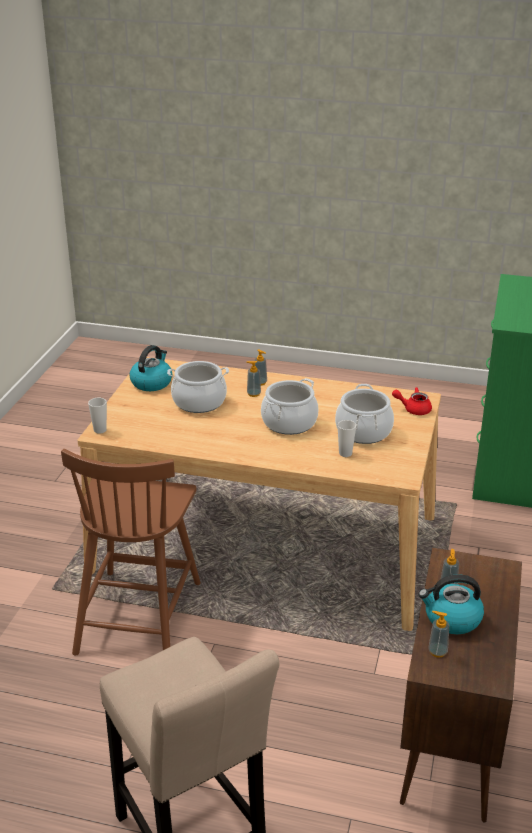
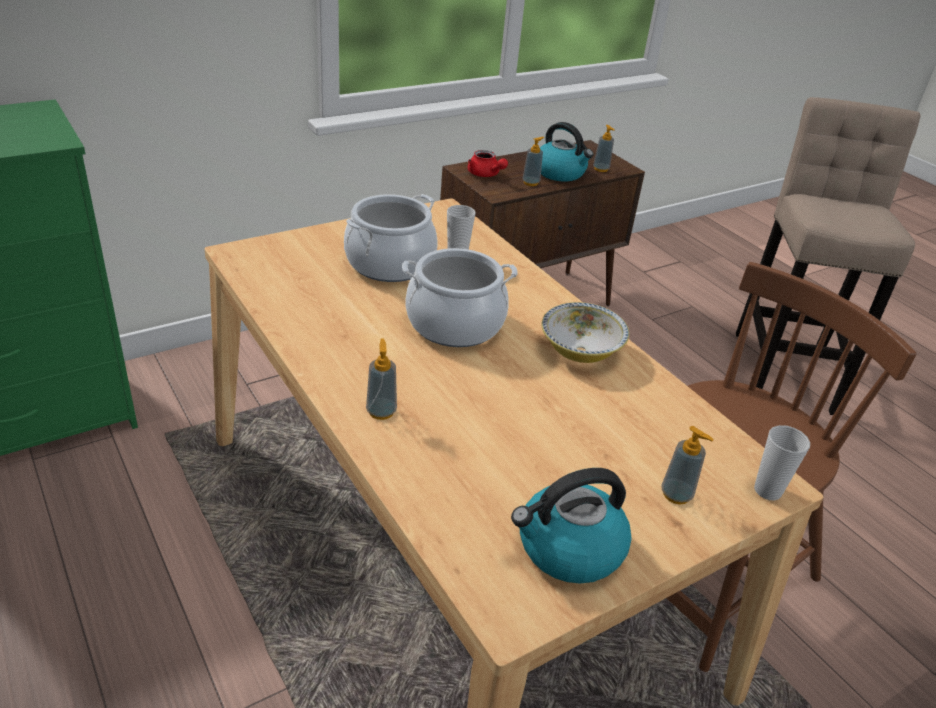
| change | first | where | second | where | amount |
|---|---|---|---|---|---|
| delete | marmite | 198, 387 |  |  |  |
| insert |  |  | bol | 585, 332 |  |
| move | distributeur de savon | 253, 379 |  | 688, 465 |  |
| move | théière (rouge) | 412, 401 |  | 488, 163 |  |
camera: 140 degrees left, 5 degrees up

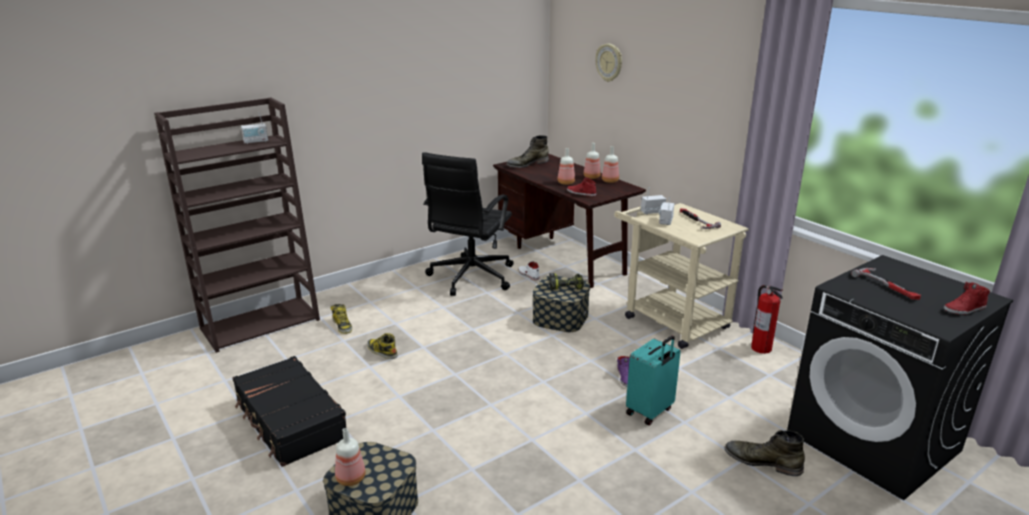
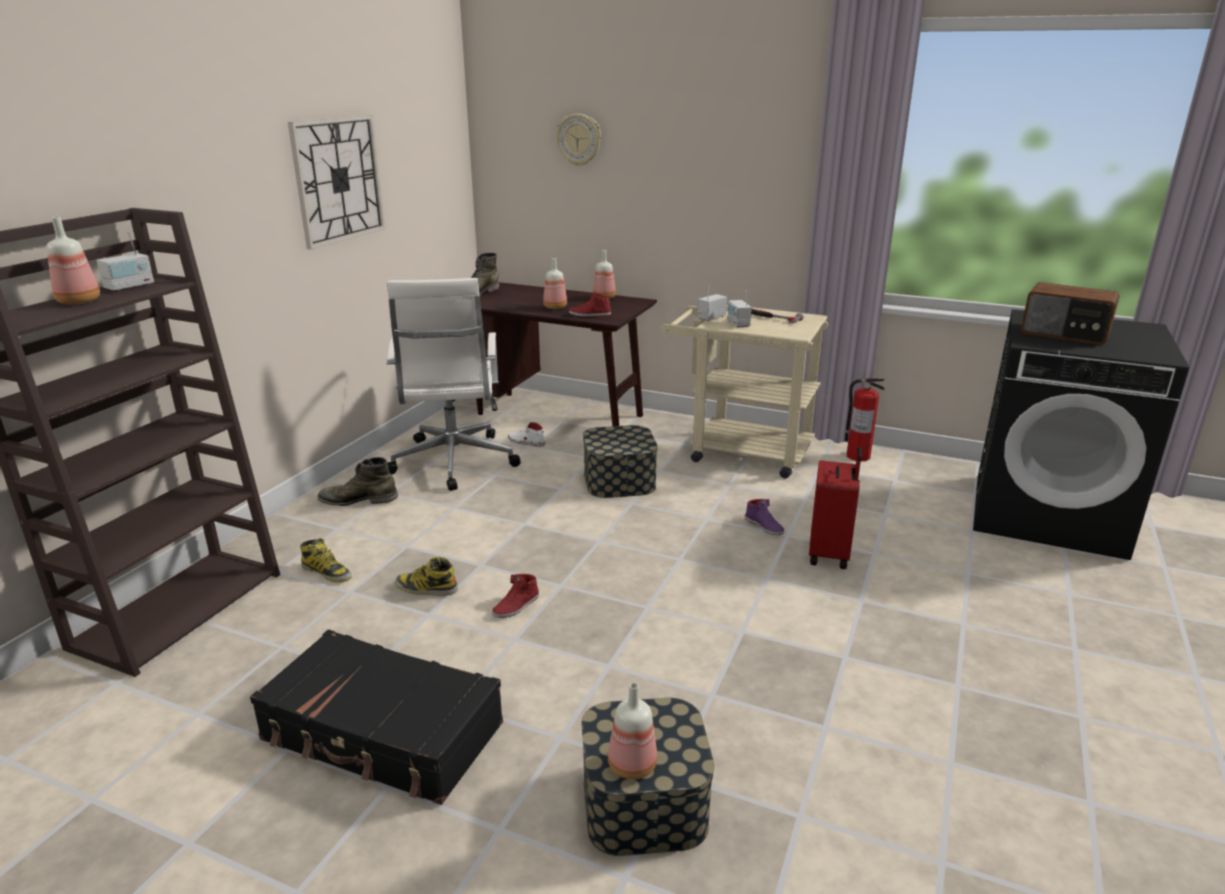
| change | first | where | second | where | amount |
|---|---|---|---|---|---|
| delete | perceuse | 566, 281 |  |  |  |
| insert |  |  | horloge murale | 336, 182 |  |
| move | bouteille | 592, 161 |  | 73, 261 |  |
| move | botte (vert) | 765, 453 |  | 357, 481 |  |
| move | chaussure (rouge) | 967, 298 |  | 515, 596 |  |
| replace | marteau | 886, 284 | radio | 1070, 313 |  |
| recolor | chaise de bureau (noir) | 467, 224 | chaise de bureau (blanc) | 454, 384 |  |
| recolor | valise (turquoise) | 653, 381 | valise (rouge) | 835, 508 |  |
camera: 30 degrees left, 0 degrees up

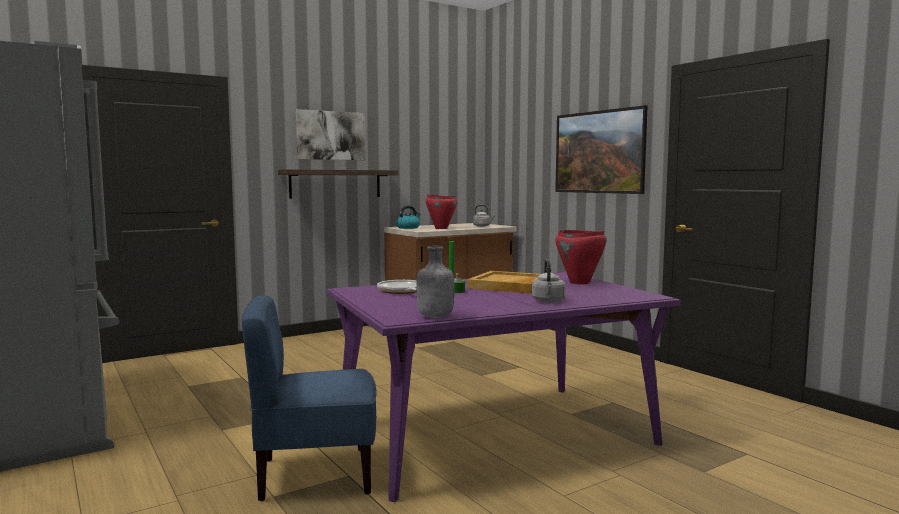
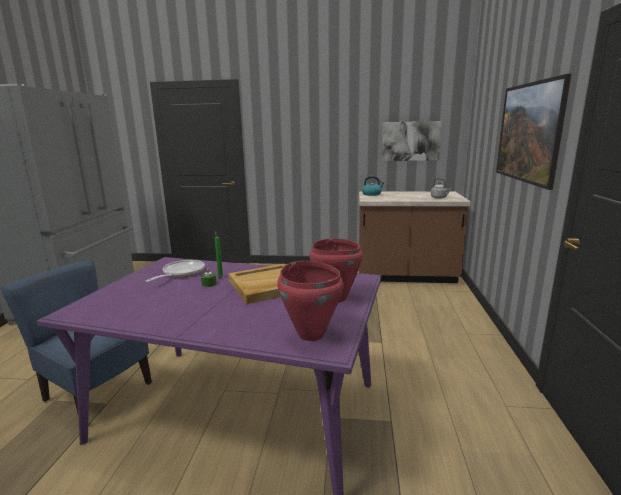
| change | first | where | second | where | amount |
|---|---|---|---|---|---|
| delete | étagère | 338, 184 |  |  |  |
| delete | bouteille (gris) | 435, 282 |  |  |  |
| delete | bouilloire (gris) | 549, 280 |  |  |  |
| move | tableau | 330, 134 |  | 412, 141 |  |
| move | marmite (rouge) | 441, 211 |  | 310, 301 |  |
camera: 40 degrees right, 10 degrees up

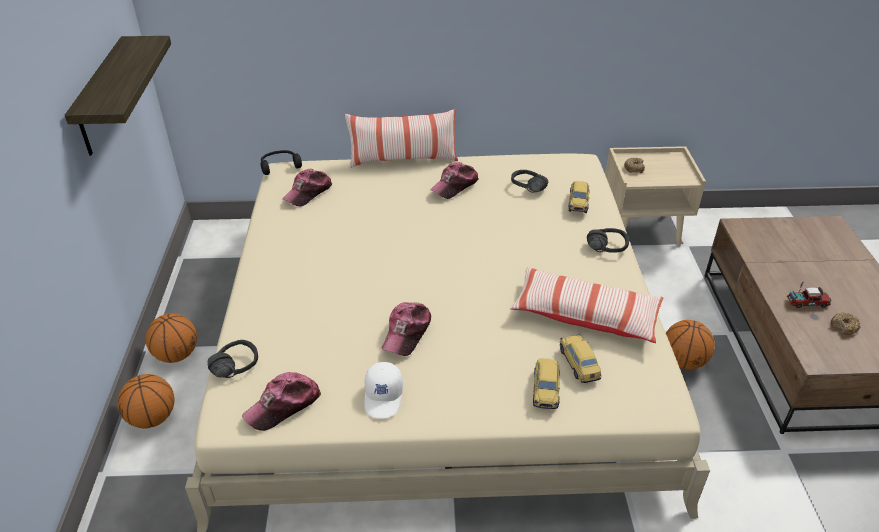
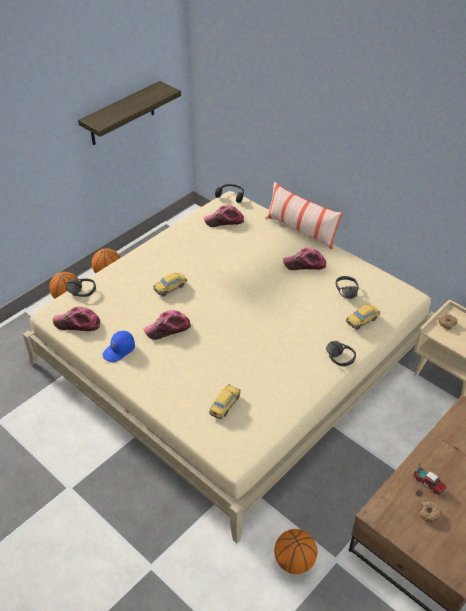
| change | first | where | second | where | amount |
|---|---|---|---|---|---|
| delete | coussin | 586, 305 |  |  |  |
| move | petite voiture | 546, 383 |  | 170, 284 |  |
| move | ballon de basket | 690, 345 |  | 295, 551 |  |
| recolor | casquette (blanc) | 383, 390 | casquette (bleu) | 118, 346 |  |
camera: 45 degrees right, 5 degrees up

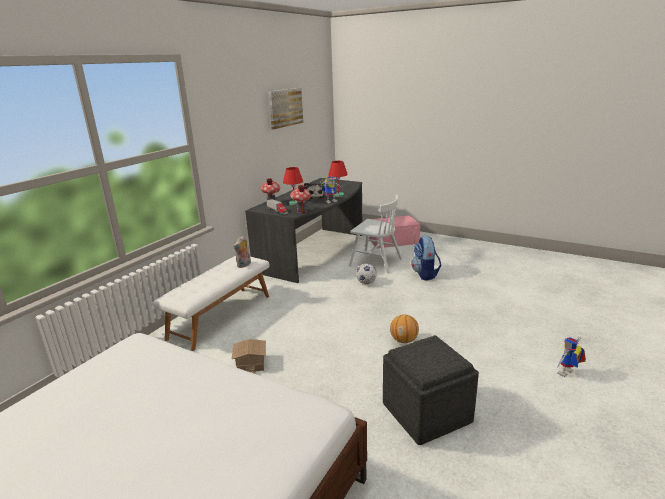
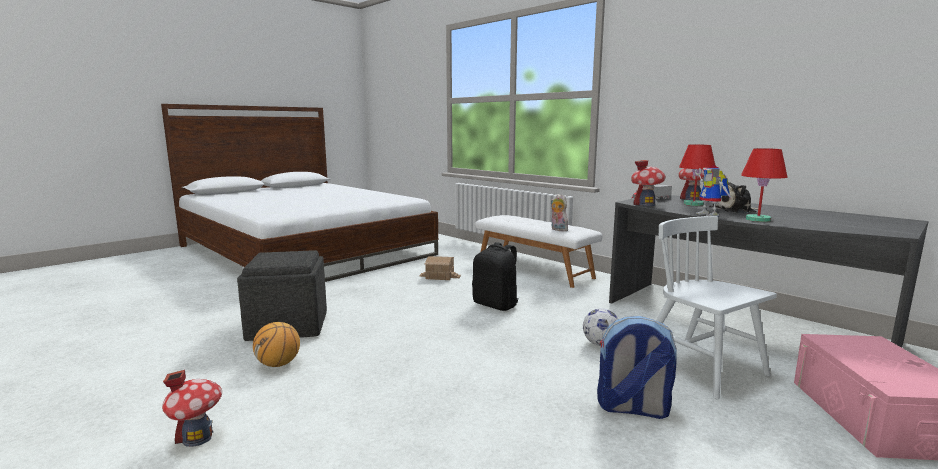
| change | first | where | second | where | amount |
|---|---|---|---|---|---|
| delete | tableau | 285, 108 |  |  |  |
| insert |  |  | sac à dos (noir) | 495, 276 |  |
| move | ballon de basket | 404, 328 |  | 276, 344 |  |
| replace | robot jouet | 571, 357 | maison miniature | 192, 408 |  |
| rotate | chaise (blanc) | 375, 234 |  | 716, 307 | 105 degrees clockwise |
camera: 105 degrees right, 10 degrees down

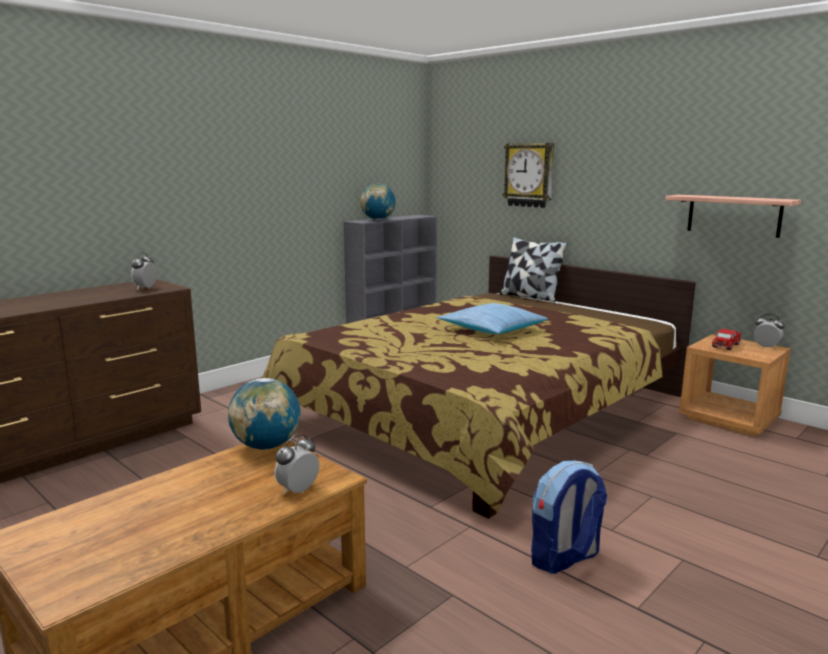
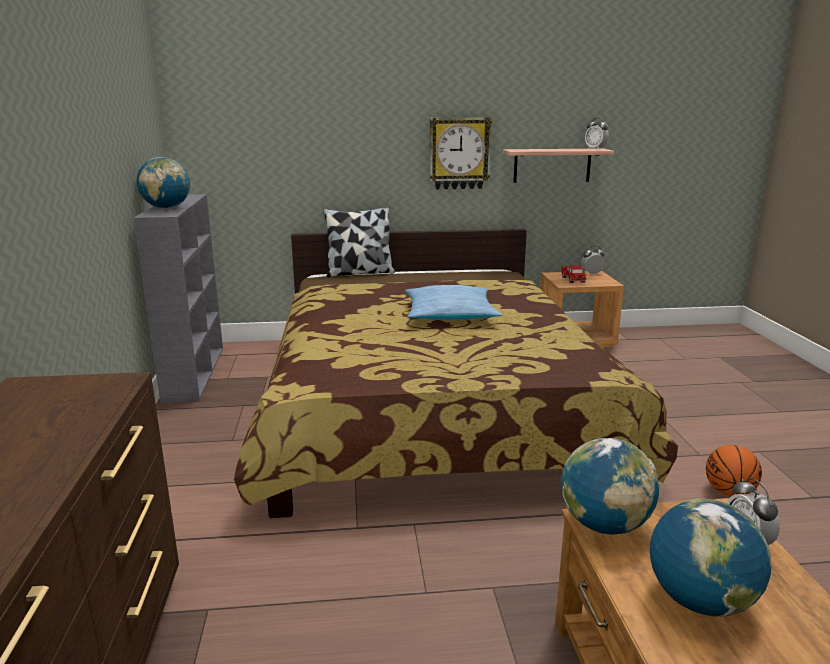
| change | first | where | second | where | amount |
|---|---|---|---|---|---|
| insert |  |  | globe | 711, 557 |  |
| move | réveil | 144, 271 |  | 597, 134 |  |
| move | horloge murale | 528, 175 |  | 460, 153 |  |
| replace | sac à dos | 569, 517 | ballon de basket | 734, 470 |  |
camera: 50 degrees left, 5 degrees up

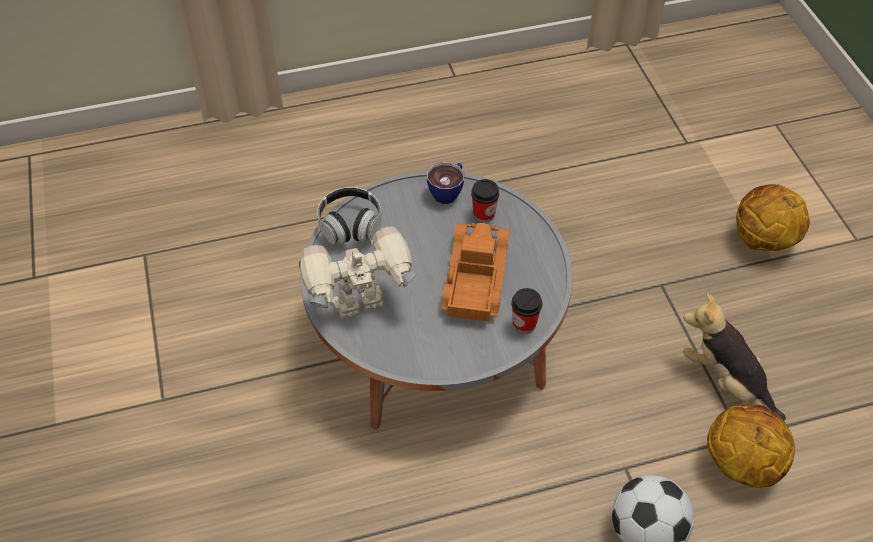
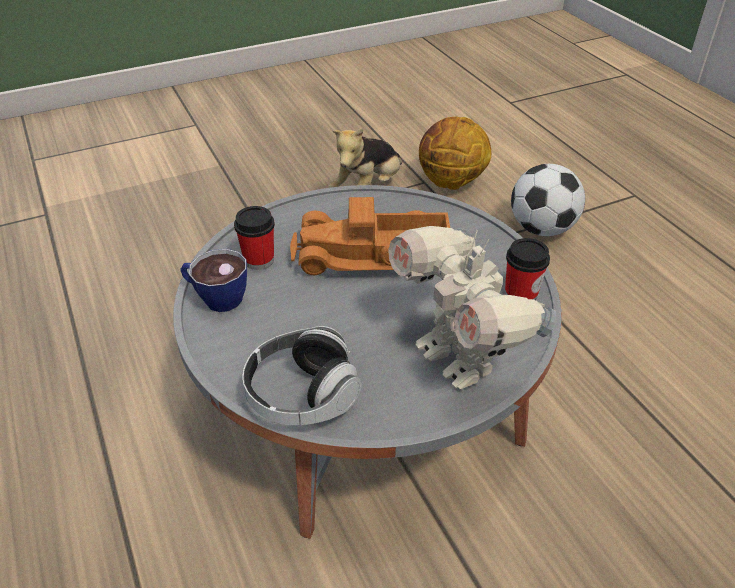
| change | first | where | second | where | amount |
|---|---|---|---|---|---|
| delete | ballon de basket | 773, 217 |  |  |  |
| move | tasse | 526, 311 |  | 527, 269 |  |
camera: 100 degrees left, 10 degrees down

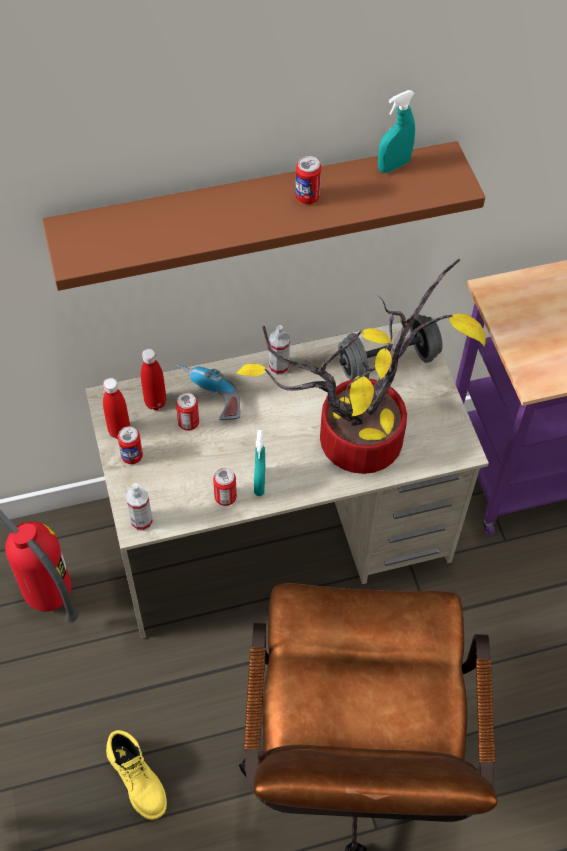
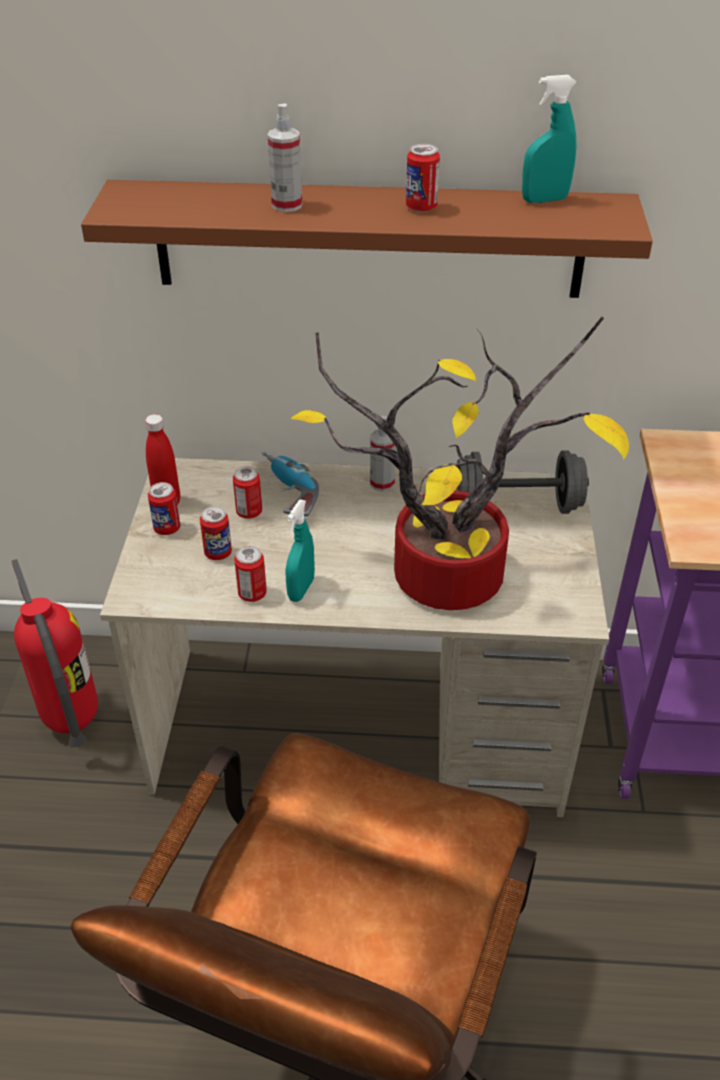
| change | first | where | second | where | amount |
|---|---|---|---|---|---|
| delete | botte (jaune) | 136, 775 |  |  |  |
| delete | bouteille (rouge) | 153, 379 |  |  |  |
| insert |  |  | boîte métallique | 216, 533 |  |
| move | vaporisateur | 139, 507 |  | 285, 157 |  |
camera: 20 degrees right, 15 degrees down

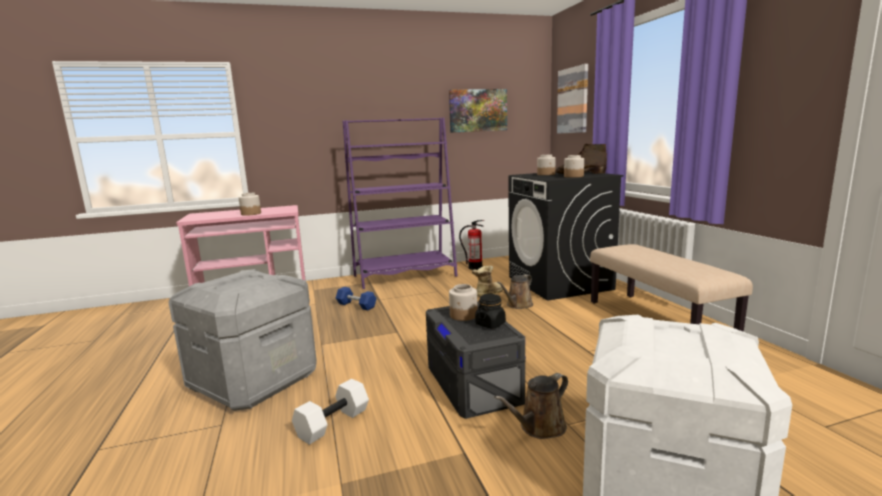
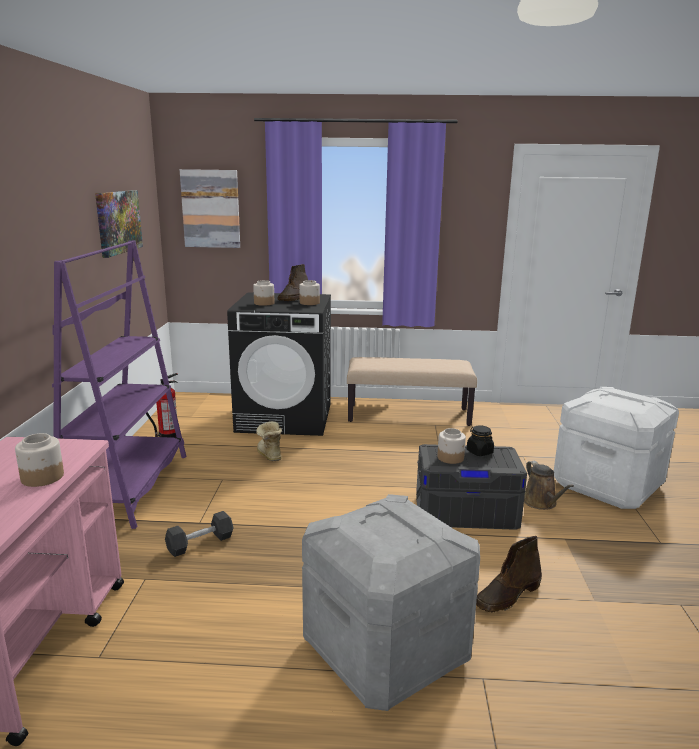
| change | first | where | second | where | amount |
|---|---|---|---|---|---|
| delete | arrosoir (marron) | 515, 291 |  |  |  |
| replace | haltère (blanc) | 330, 412 | botte (marron) | 509, 574 |  |
| recolor | haltère (bleu) | 356, 298 | haltère (noir) | 199, 534 |  |
camera: 70 degrees left, 5 degrees up

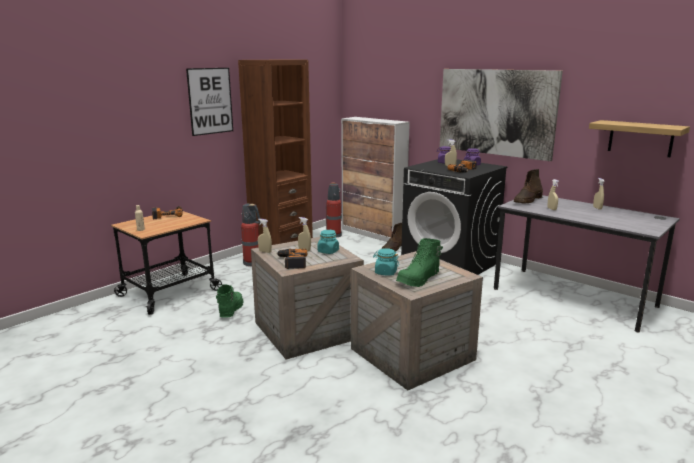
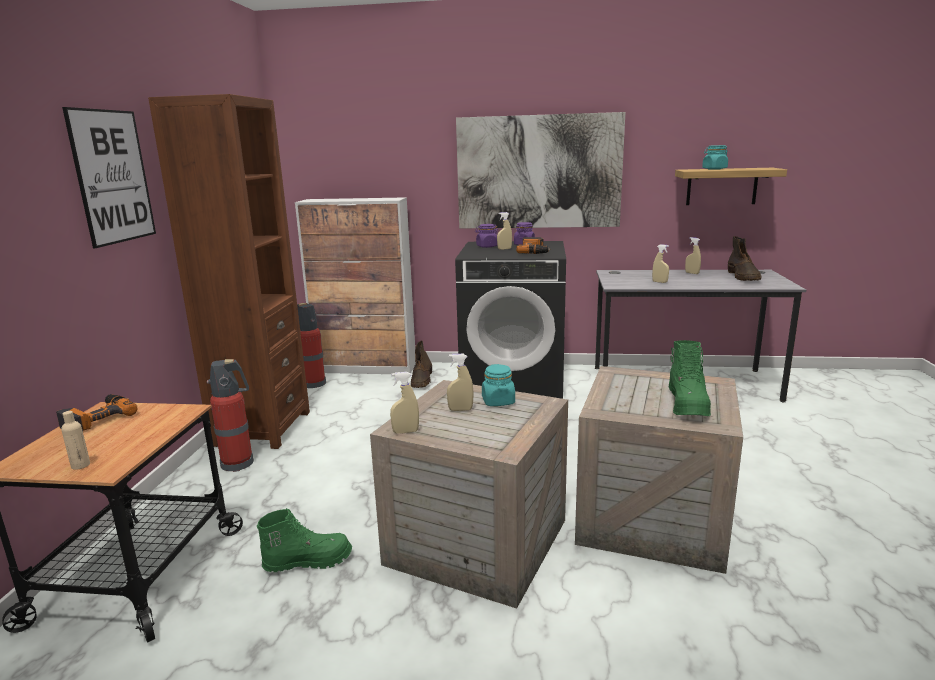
| change | first | where | second | where | amount |
|---|---|---|---|---|---|
| delete | perceuse | 291, 259 |  |  |  |
| move | bocal (turquoise) | 386, 262 |  | 715, 157 |  |
| move | botte (marron) | 528, 186 |  | 744, 258 |  |
| rotate | botte (vert) | 229, 301 |  | 304, 540 | 105 degrees clockwise |
camera: 35 degrees left, 0 degrees up

